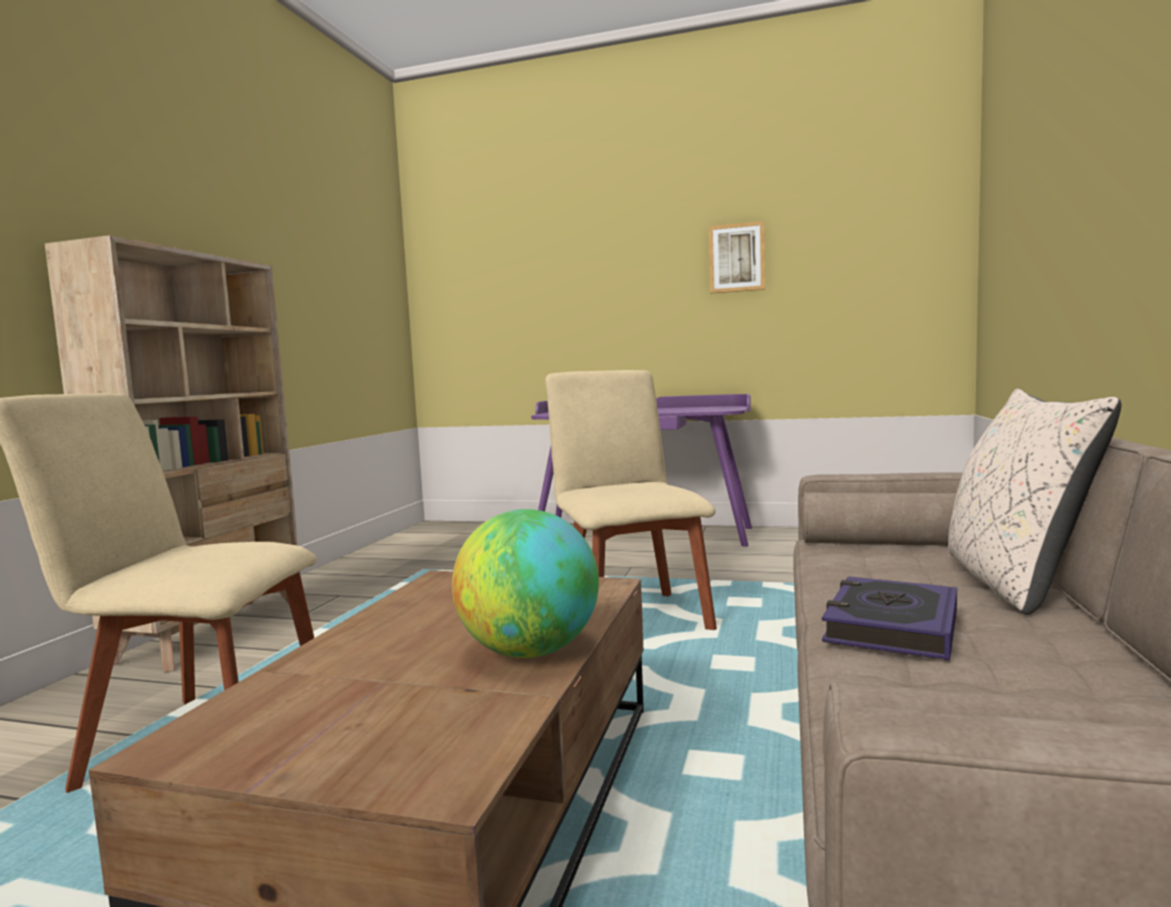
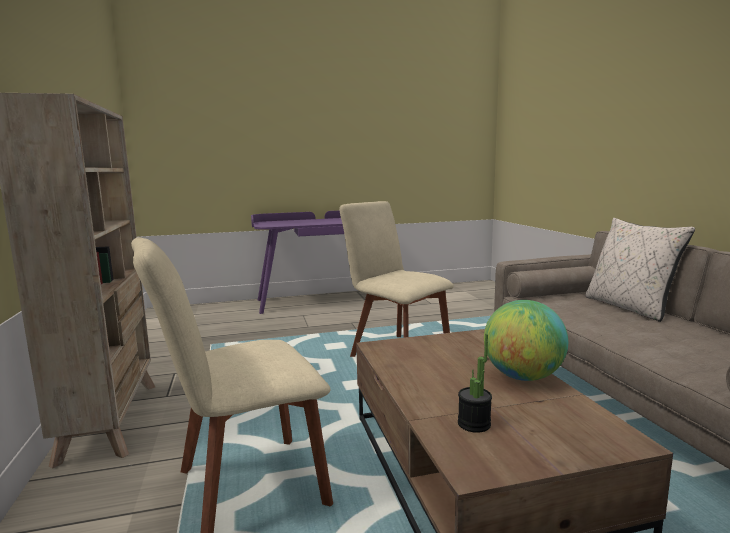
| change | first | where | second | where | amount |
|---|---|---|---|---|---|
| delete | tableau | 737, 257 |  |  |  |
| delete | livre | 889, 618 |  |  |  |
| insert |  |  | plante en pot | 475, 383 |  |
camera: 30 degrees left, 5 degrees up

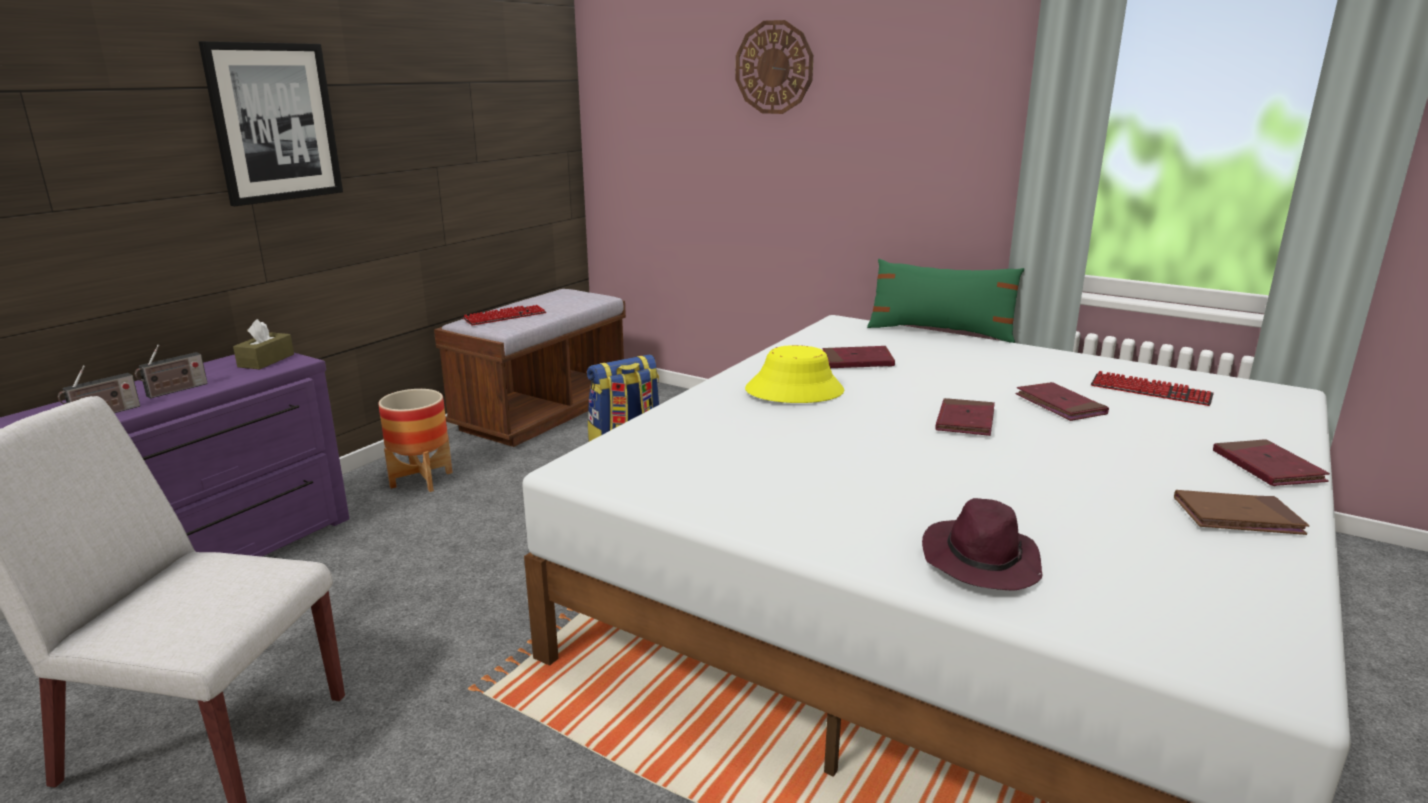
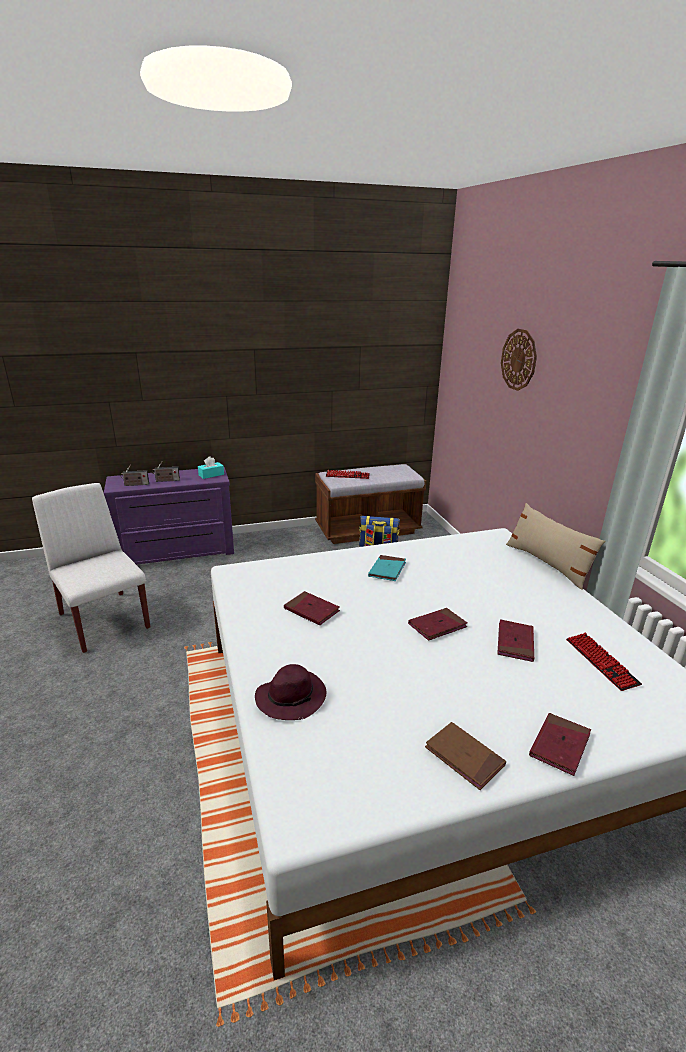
| change | first | where | second | where | amount |
|---|---|---|---|---|---|
| delete | tableau | 271, 123 |  |  |  |
| delete | cache-pot | 415, 440 |  |  |  |
| move | livre (rouge) | 859, 357 |  | 312, 608 |  |
| replace | chapeau (jaune) | 794, 374 | livre (turquoise) | 387, 568 |  |
| recolor | boîte à mouchoirs (marron) | 263, 344 | boîte à mouchoirs (turquoise) | 211, 467 |  |
| recolor | coussin (vert) | 945, 301 | coussin (beige) | 556, 546 |  |
camera: 40 degrees right, 5 degrees up

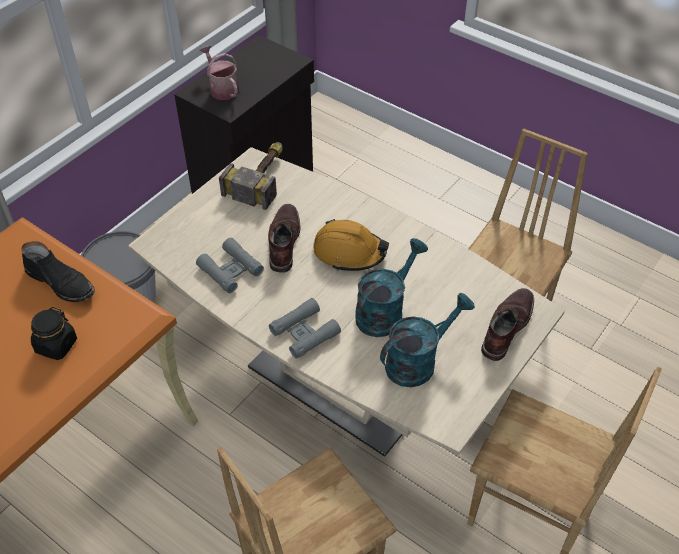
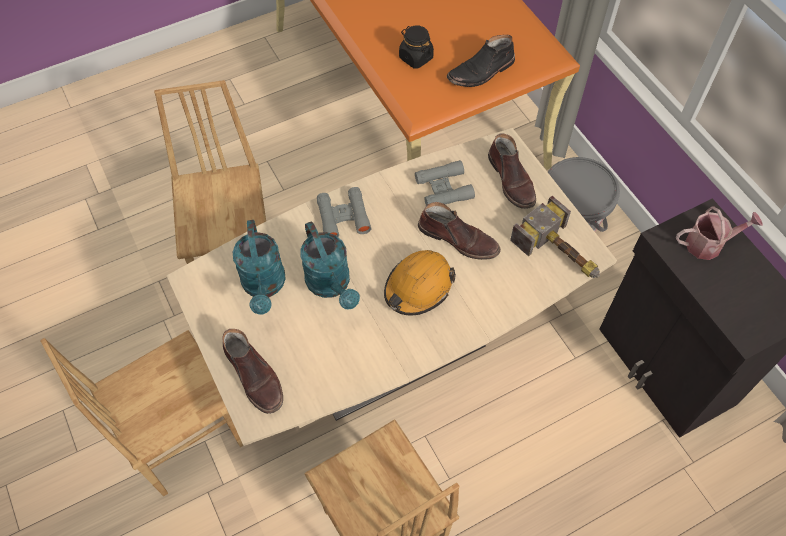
| change | first | where | second | where | amount |
|---|---|---|---|---|---|
| insert |  |  | botte (marron) | 512, 171 |  |
camera: 115 degrees right, 10 degrees up

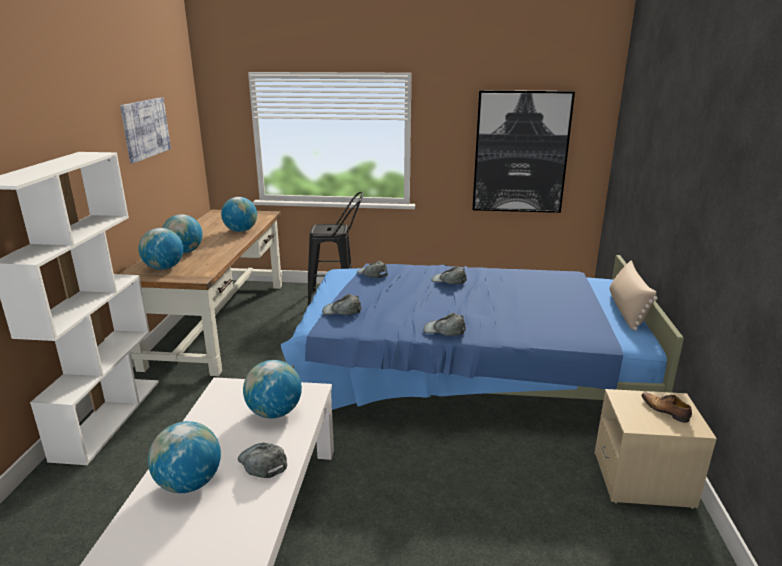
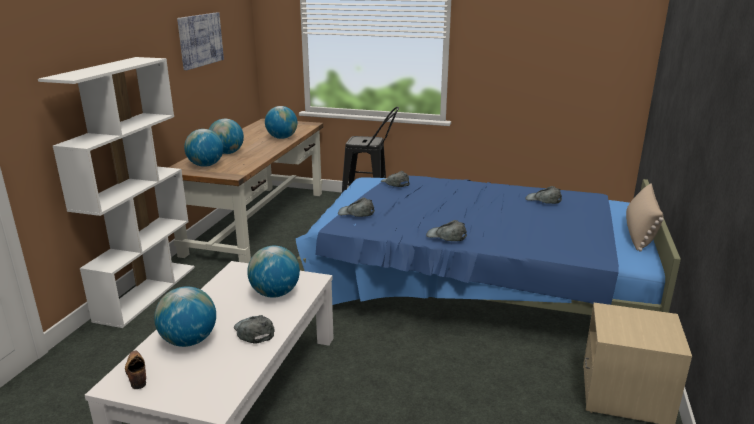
| change | first | where | second | where | amount |
|---|---|---|---|---|---|
| delete | tableau | 523, 151 |  |  |  |
| move | casquette (gris) | 449, 275 |  | 543, 195 |  |
| move | chaussure | 666, 407 |  | 135, 369 |  |
camera: 10 degrees right, 0 degrees up

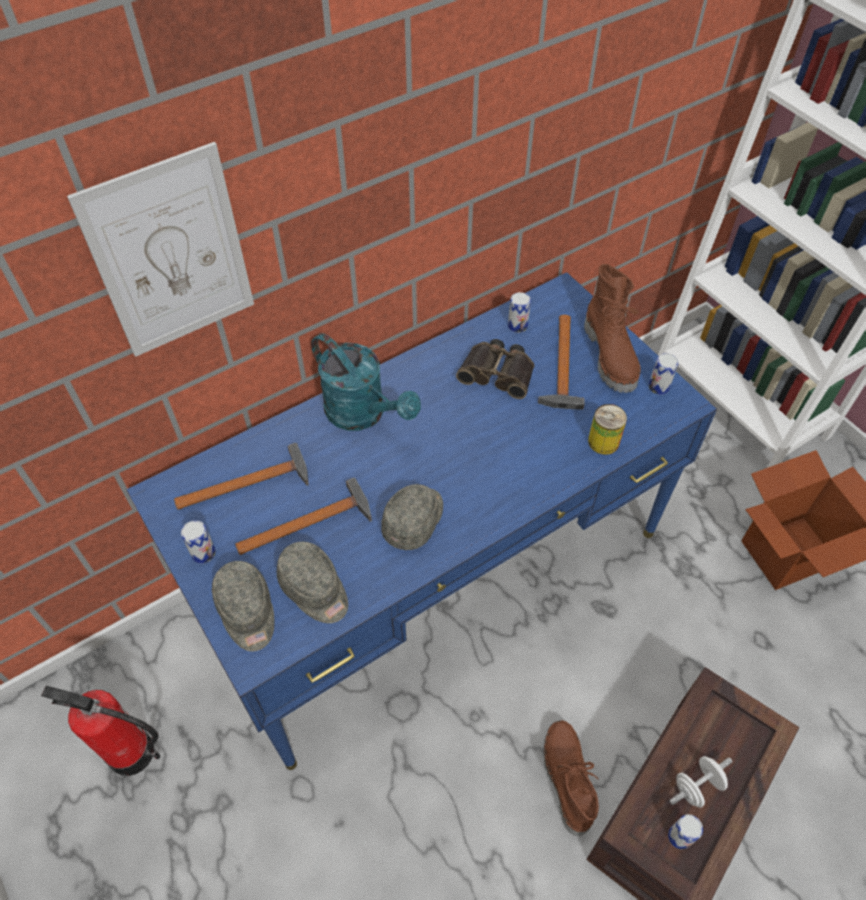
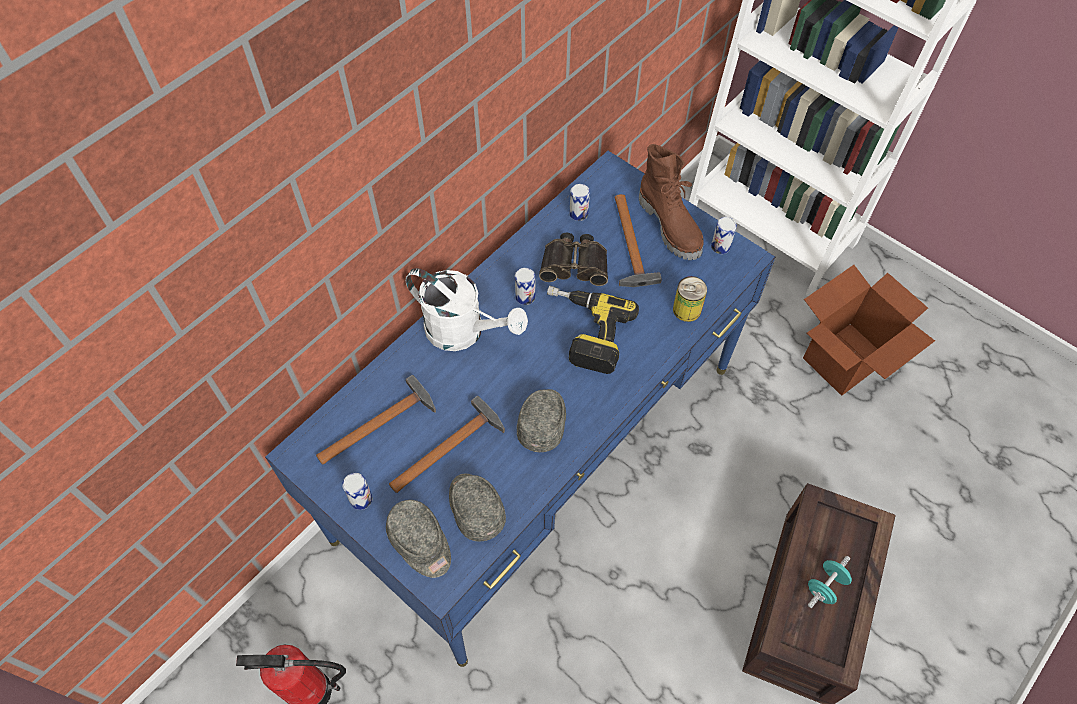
| change | first | where | second | where | amount |
|---|---|---|---|---|---|
| delete | tableau | 160, 249 |  |  |  |
| delete | botte (marron) | 571, 778 |  |  |  |
| insert |  |  | perceuse | 593, 330 |  |
| move | boîte métallique | 685, 832 |  | 525, 286 |  |
| recolor | arrosoir (turquoise) | 366, 382 | arrosoir (blanc) | 467, 309 |  |
| recolor | haltère (blanc) | 701, 782 | haltère (turquoise) | 830, 582 |  |
| rotate | casquette (gris) | 312, 582 |  | 477, 508 | 150 degrees counterclockwise |
camera: 15 degrees left, 5 degrees up

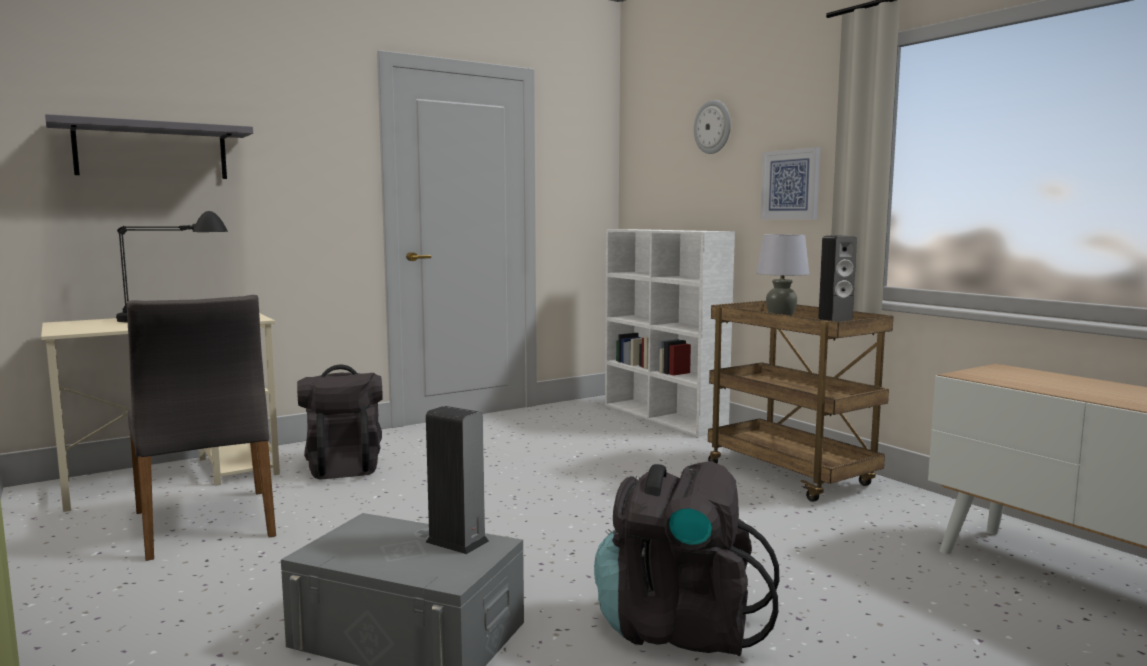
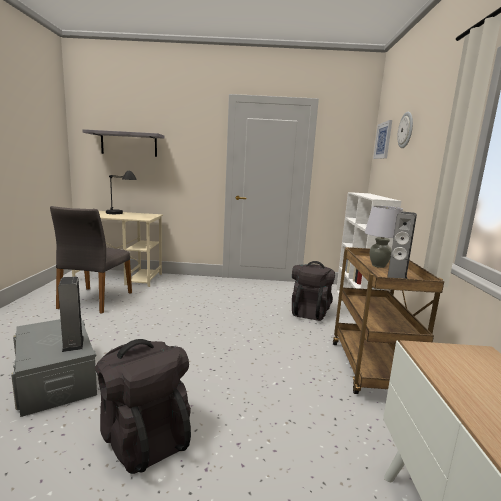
| change | first | where | second | where | amount |
|---|---|---|---|---|---|
| move | sac à dos (noir) | 340, 422 |  | 313, 291 |  |
| move | tableau | 790, 183 |  | 382, 139 |  |
camera: 35 degrees right, 5 degrees up

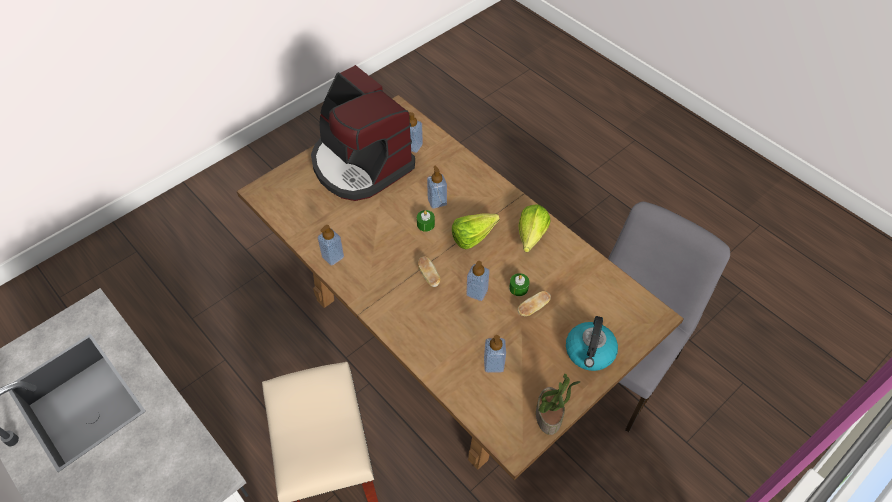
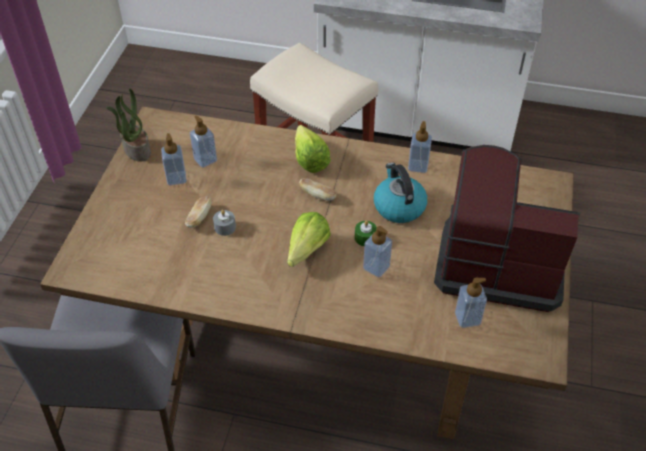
| change | first | where | second | where | amount |
|---|---|---|---|---|---|
| move | distributeur de savon | 477, 281 |  | 174, 159 |  |
| move | laitue | 534, 228 |  | 313, 149 |  |
| move | bouilloire | 592, 343 |  | 400, 193 |  |
| recolor | bougie (vert) | 519, 284 | bougie (gris) | 224, 223 |  |
camera: 145 degrees right, 5 degrees down

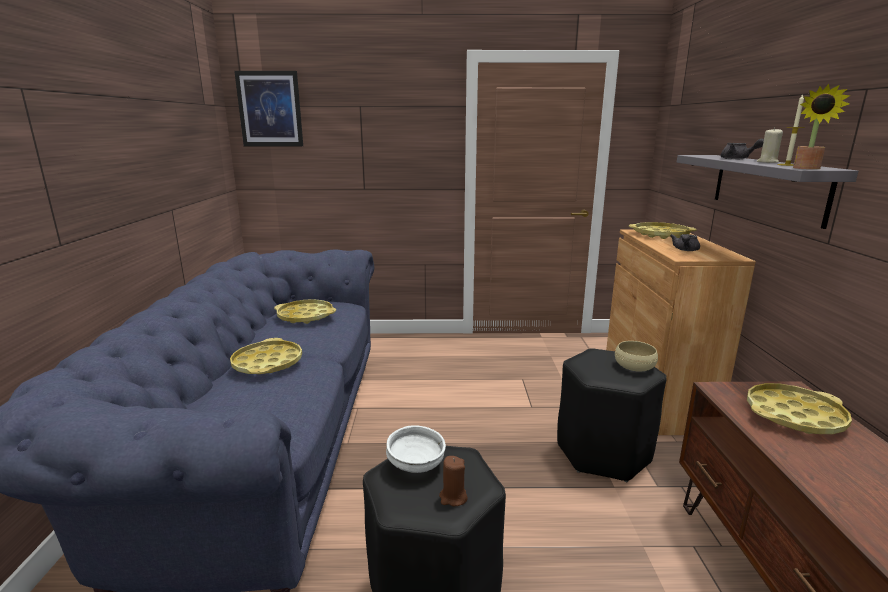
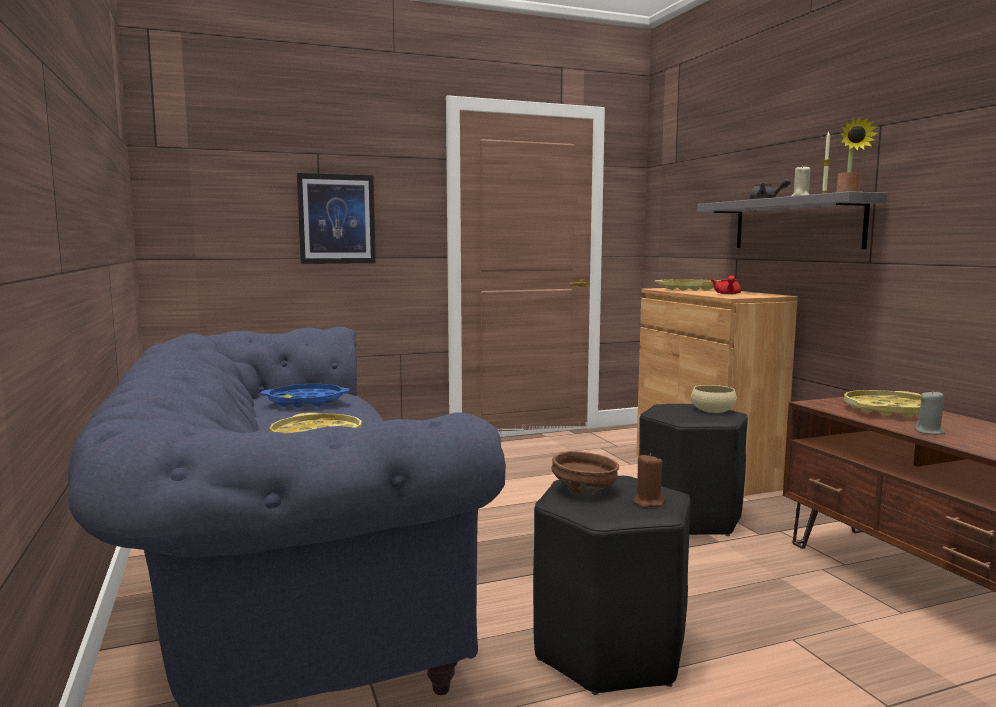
| change | first | where | second | where | amount |
|---|---|---|---|---|---|
| insert |  |  | bougie (gris) | 929, 412 |  |
| move | tableau | 268, 108 |  | 336, 218 |  |
| recolor | plateau (jaune) | 305, 311 | plateau (bleu) | 305, 396 |  |
| recolor | bol (blanc) | 416, 449 | bol (marron) | 585, 473 |  |
| recolor | théière (gris) | 685, 242 | théière (rouge) | 726, 284 |  |
camera: 20 degrees left, 10 degrees down

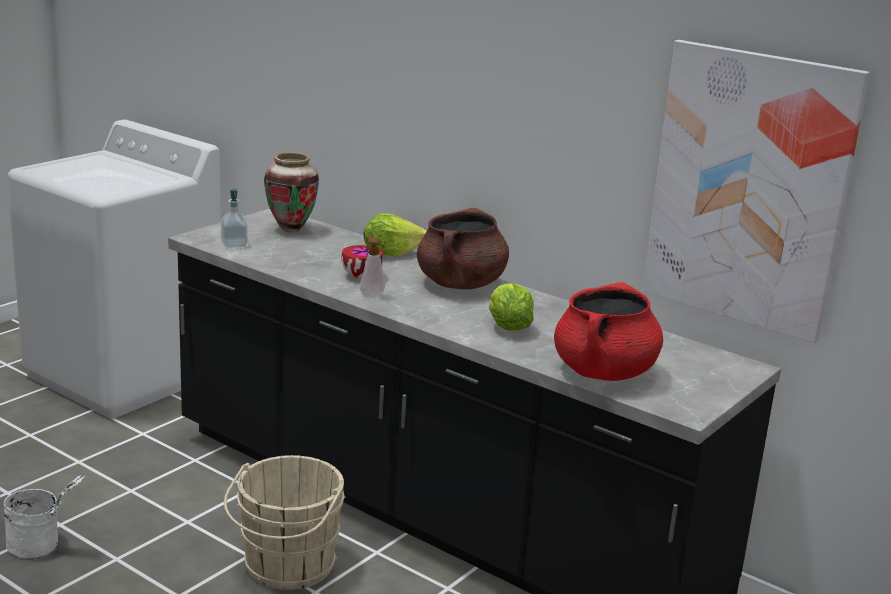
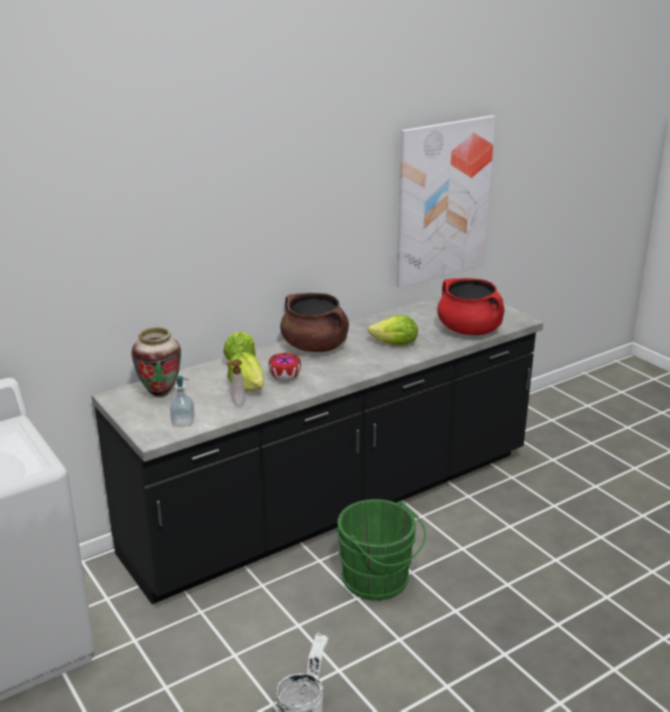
| change | first | where | second | where | amount |
|---|---|---|---|---|---|
| insert |  |  | laitue | 245, 372 |  |
| move | distributeur de savon | 372, 267 |  | 236, 383 |  |
| recolor | seau (beige) | 284, 522 | seau (vert) | 381, 550 |  |
camera: 70 degrees left, 5 degrees up

